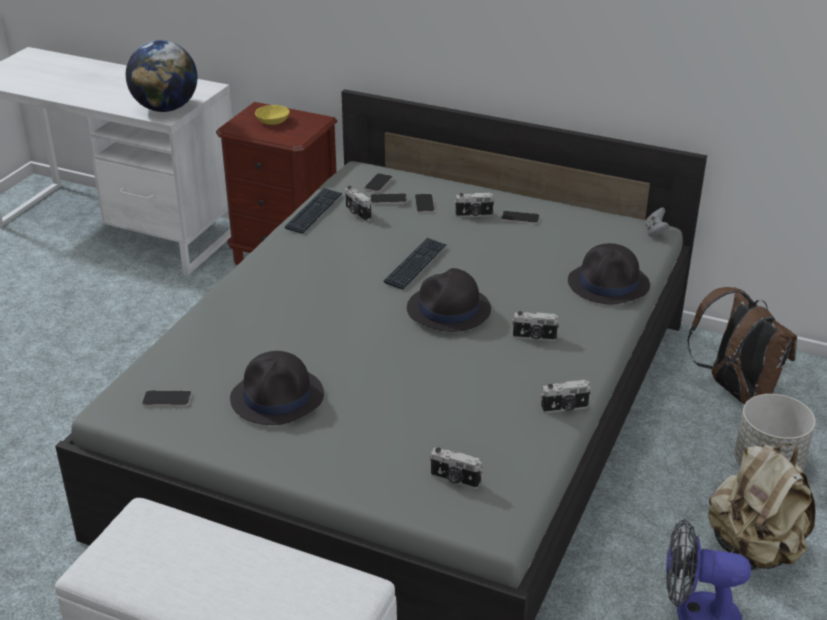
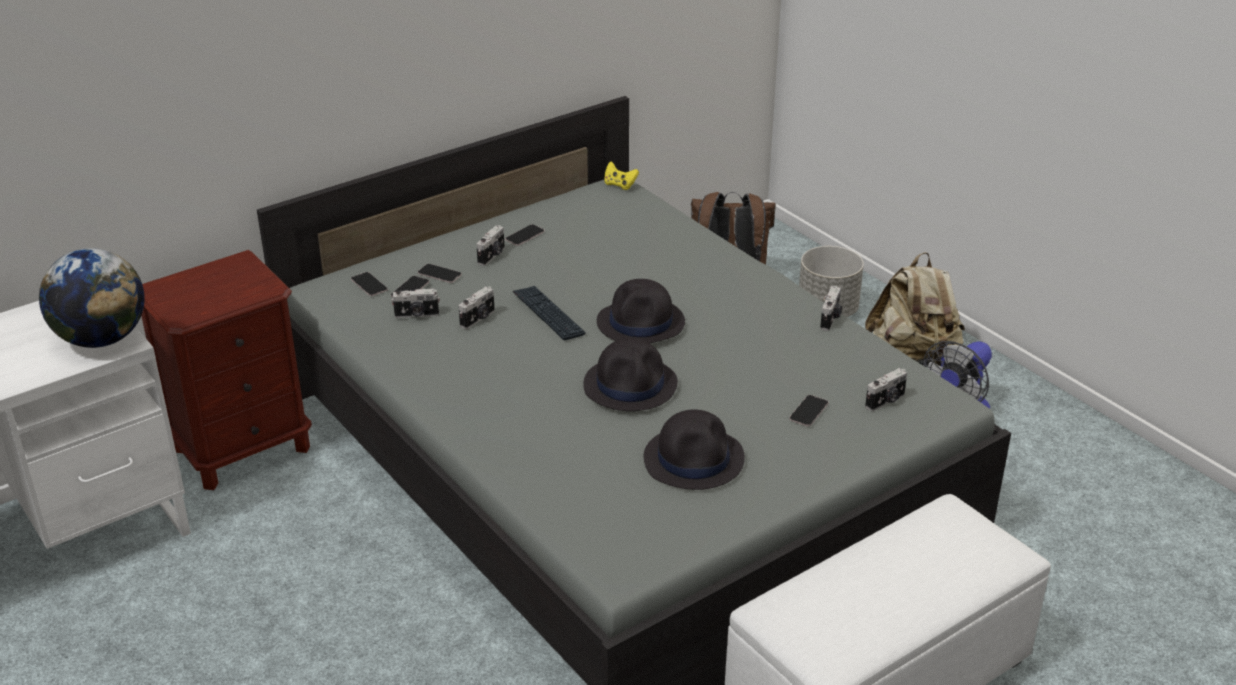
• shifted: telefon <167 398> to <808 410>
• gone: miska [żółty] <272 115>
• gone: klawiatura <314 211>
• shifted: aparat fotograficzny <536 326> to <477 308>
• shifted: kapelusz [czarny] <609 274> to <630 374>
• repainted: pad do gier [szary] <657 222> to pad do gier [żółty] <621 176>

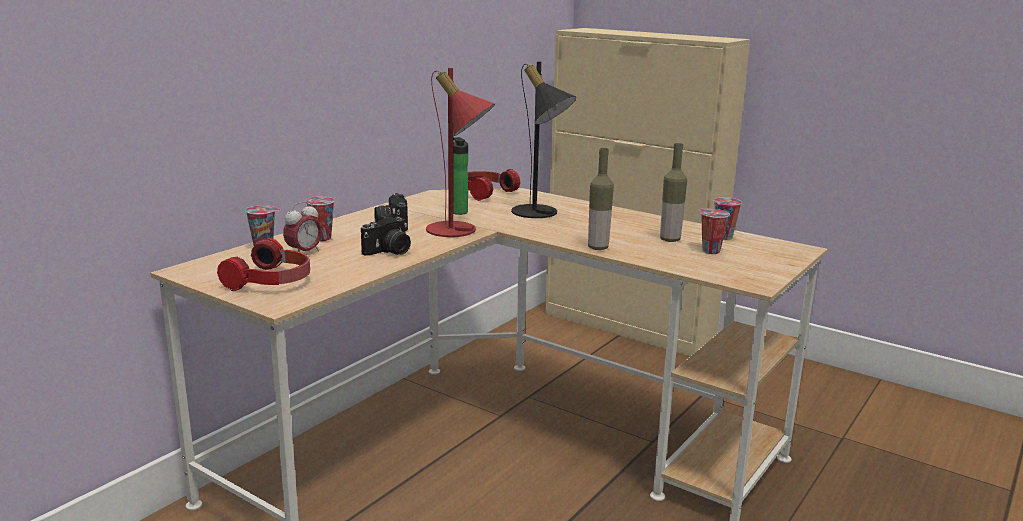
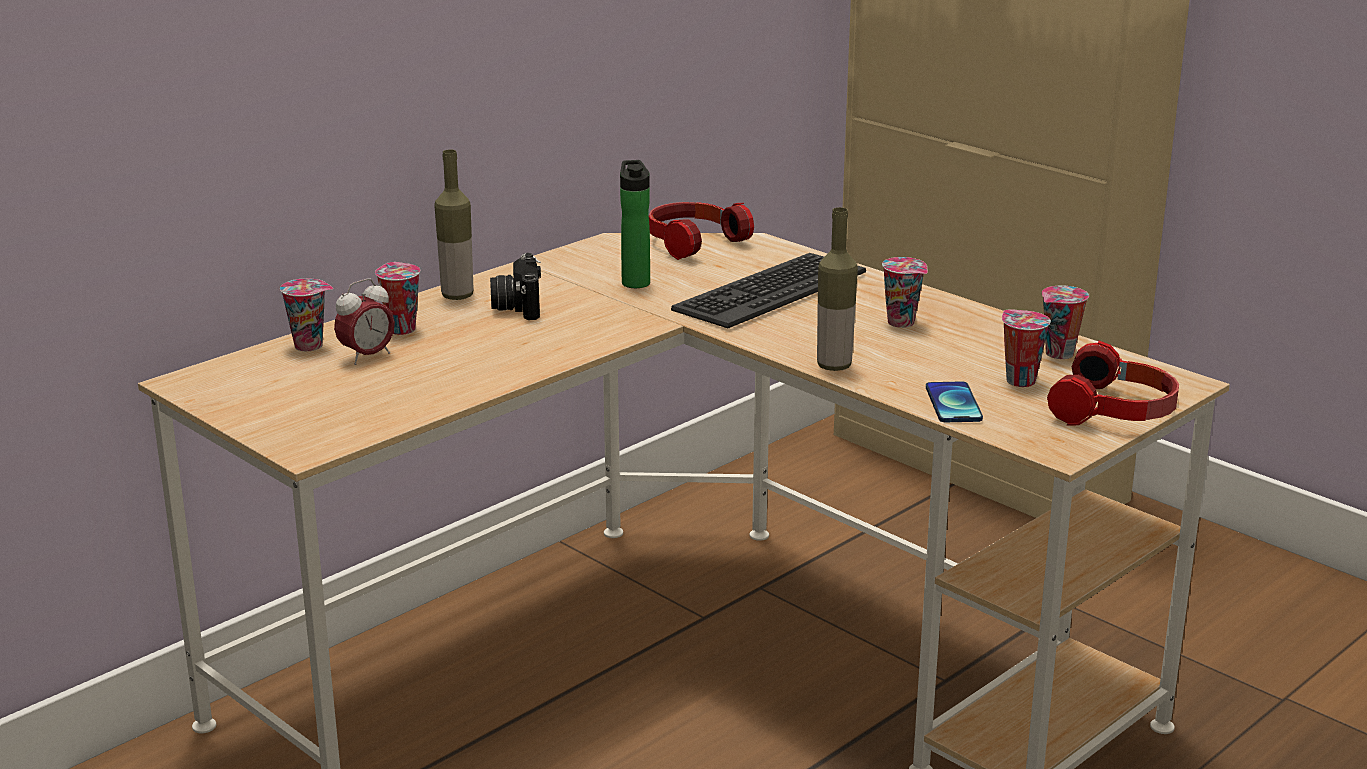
• shifted: słuchawki <263 264> to <1113 383>
• gone: aparat fotograficzny <386 235>
• gone: lampa stołowa [czerwony] <460 152>
• swapped: lampa stołowa [czarny] <543 140> to klawiatura <768 290>
• shifted: butelka <673 192> to <454 224>
• new: filiżanka <905 292>
• new: telefon <954 401>

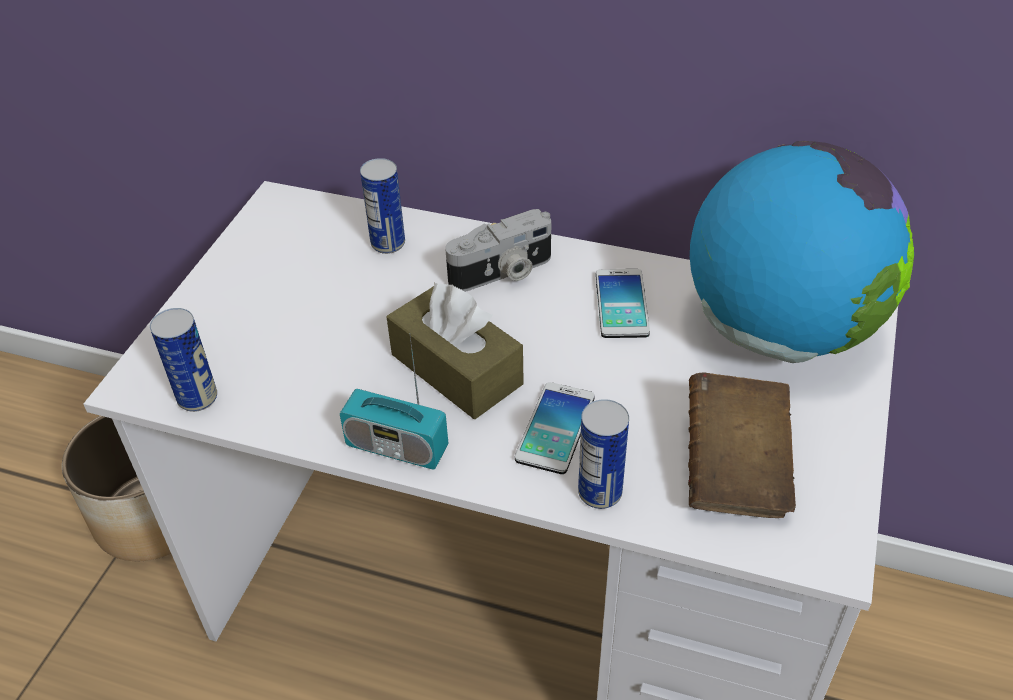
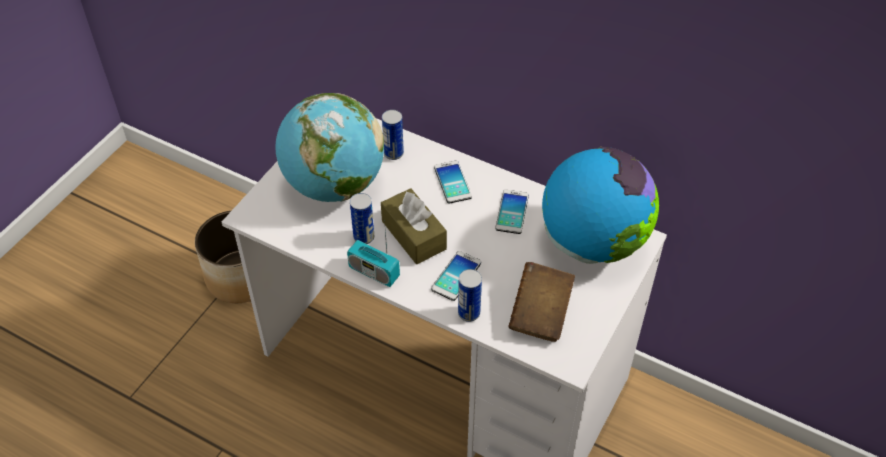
• shifted: puszka <183 360> to <362 218>
• swapped: aparat fotograficzny <498 250> to telefon <453 182>
• new: globus <329 147>

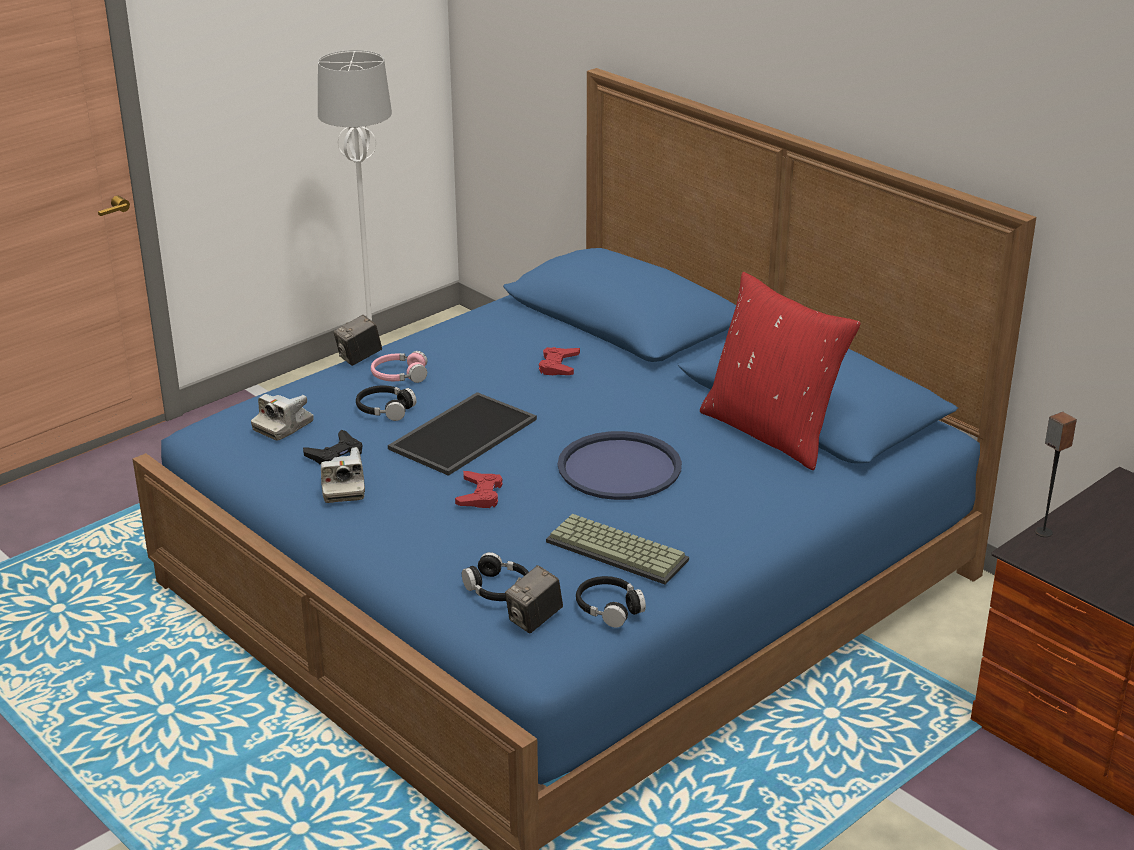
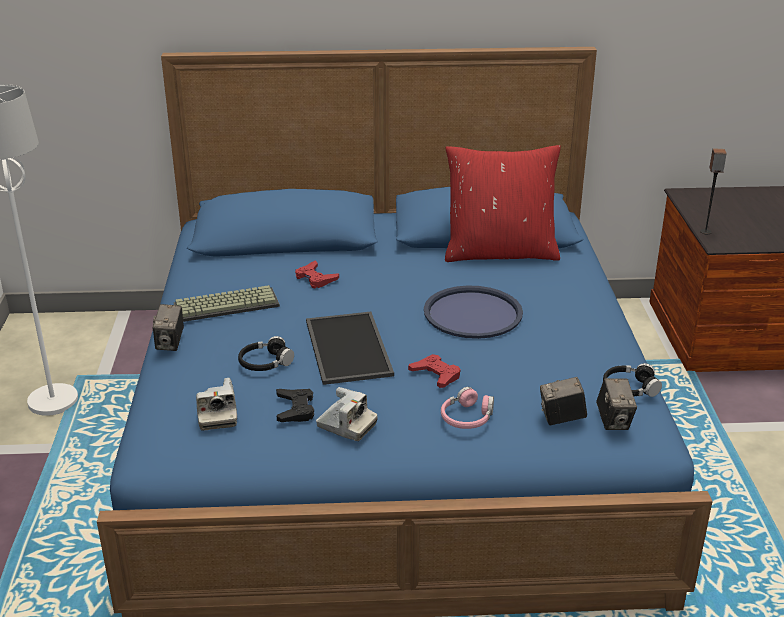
• shifted: słuchawki [różowy] <399 367> to <467 408>
• swapped: słuchawki [czarny] <495 576> to aparat fotograficzny <563 401>
• shifted: klawiatura <617 549> to <227 303>

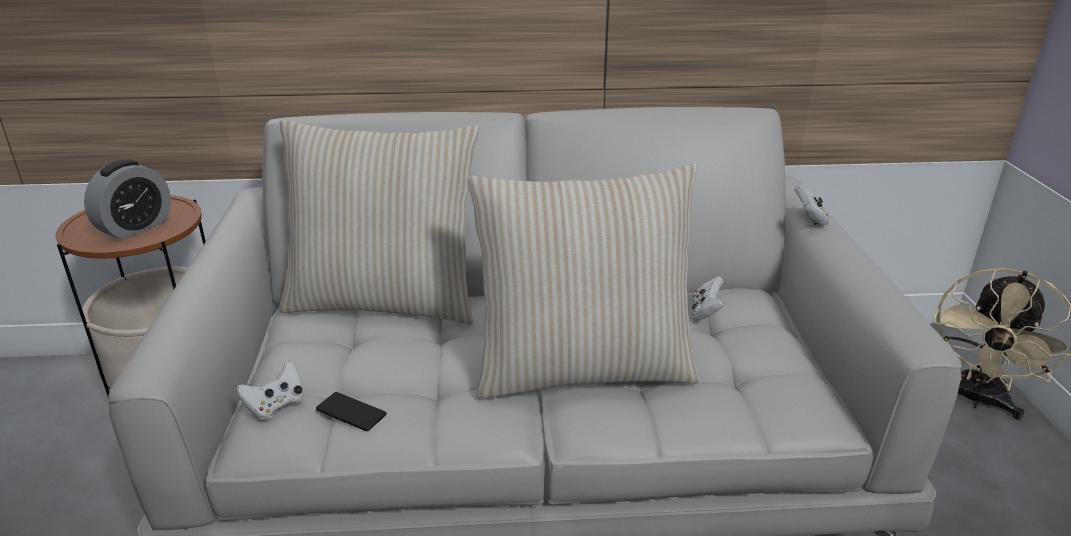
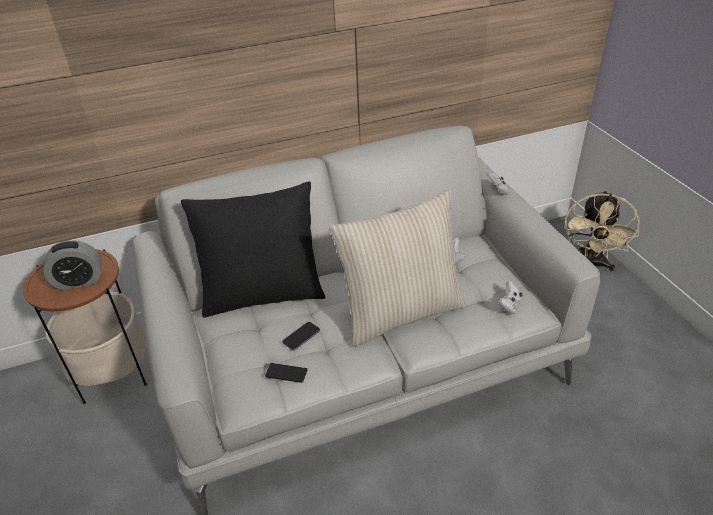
• rotated: budzik <127 200> = <72 265> 60 degrees clockwise
• shifted: pad do gier [biały] <270 390> to <510 297>
• repainted: poduszka [beżowy] <379 222> to poduszka [czarny] <253 249>
• new: telefon <301 336>

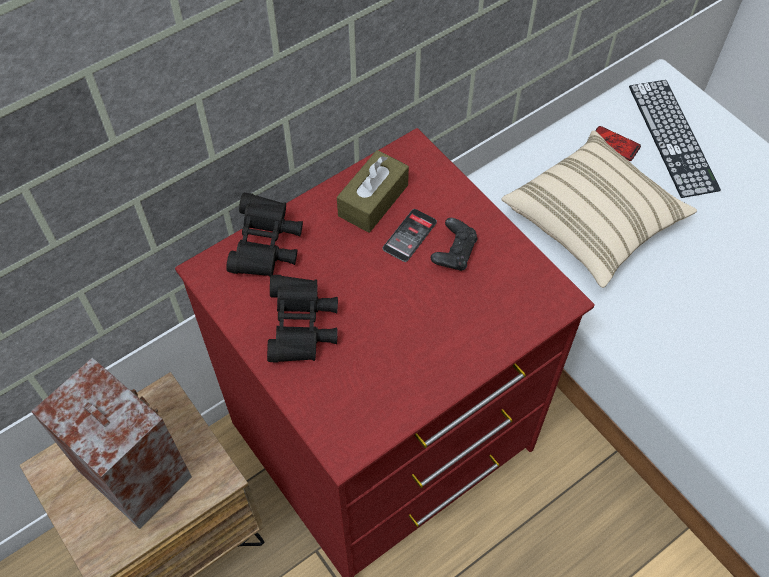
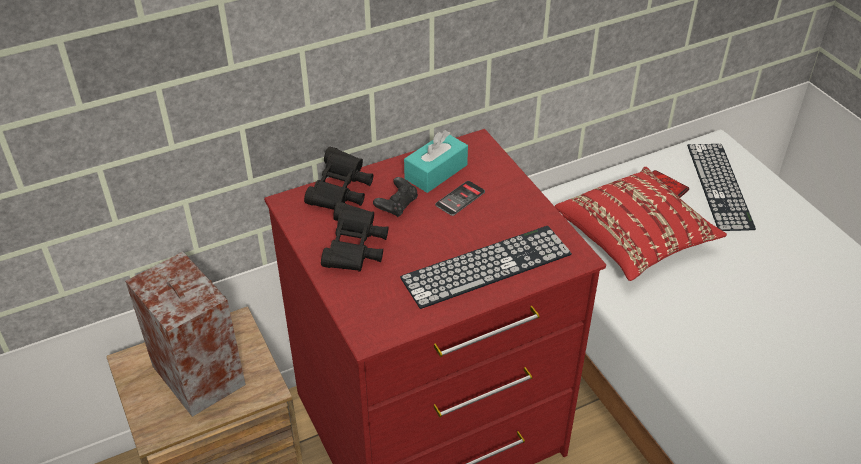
• repainted: pudełko chusteczek [brązowy] <373 191> to pudełko chusteczek [turkusowy] <436 161>
• shifted: pad do gier [czarny] <454 244> to <395 197>
• repainted: poduszka [beżowy] <599 209> to poduszka [czerwony] <641 224>
• new: klawiatura <486 267>

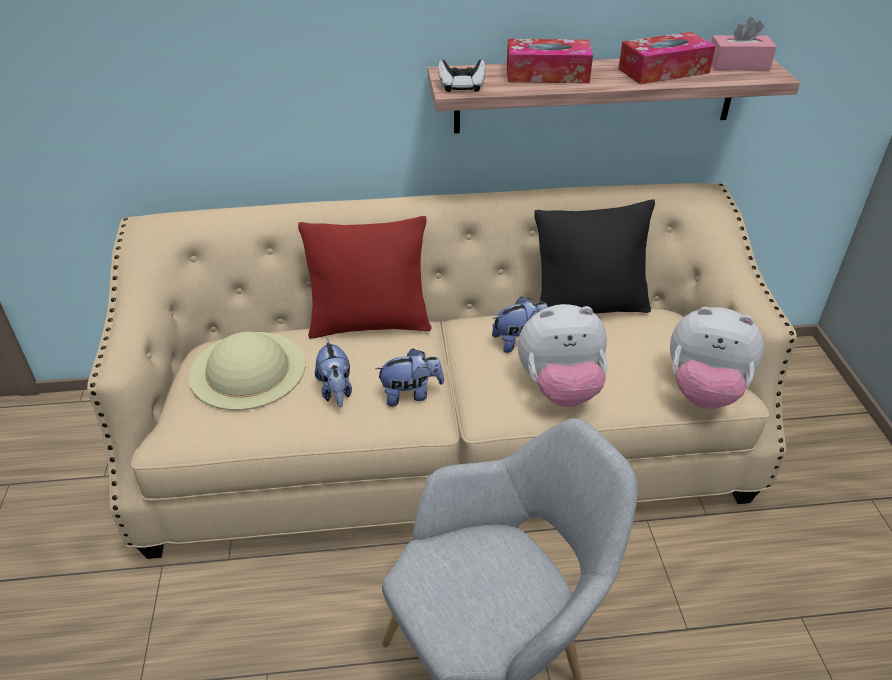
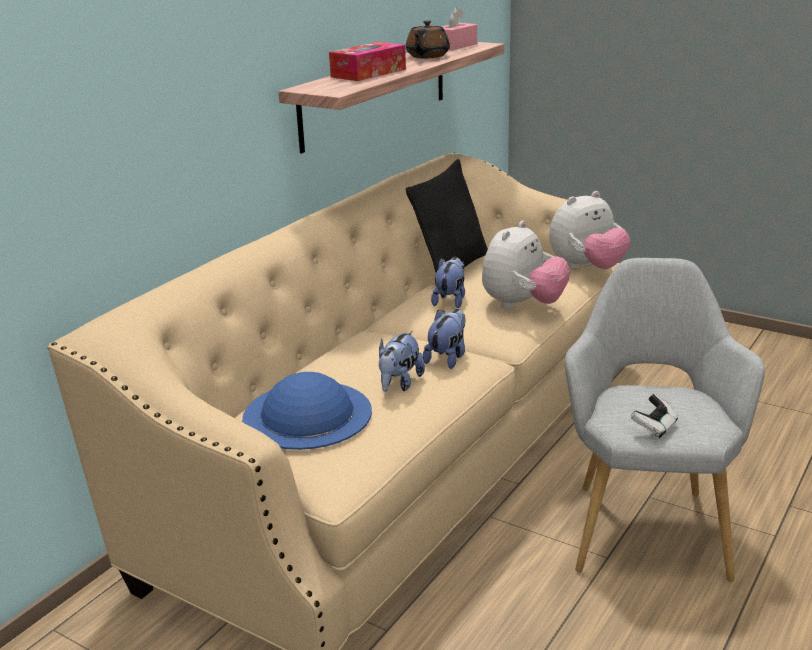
• repainted: kapelusz [beżowy] <247 371> to kapelusz [niebieski] <307 411>
• gone: poduszka [czerwony] <365 277>
• rotated: pluszak <333 373> = <402 361> 90 degrees clockwise
• shifted: pad do gier <462 75> to <654 416>
• swapped: pudełko chusteczek <667 58> to imbryk [brązowy] <428 39>

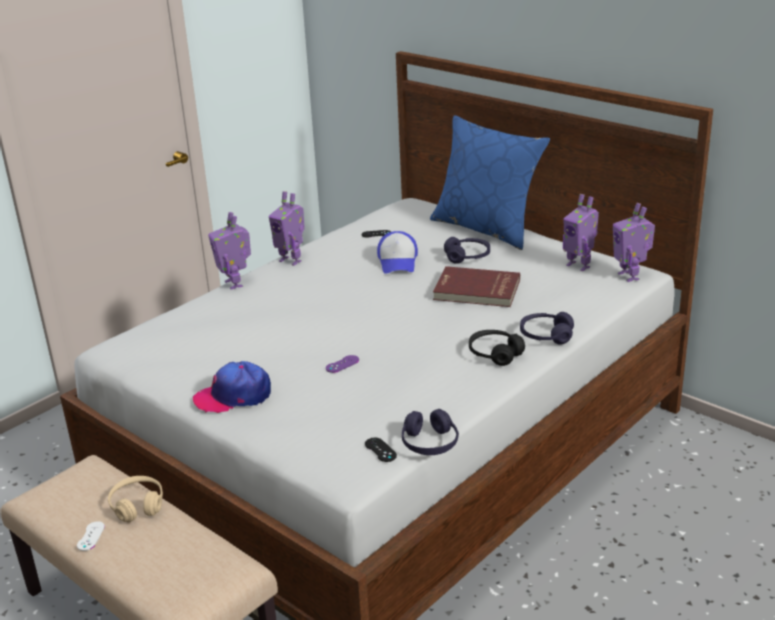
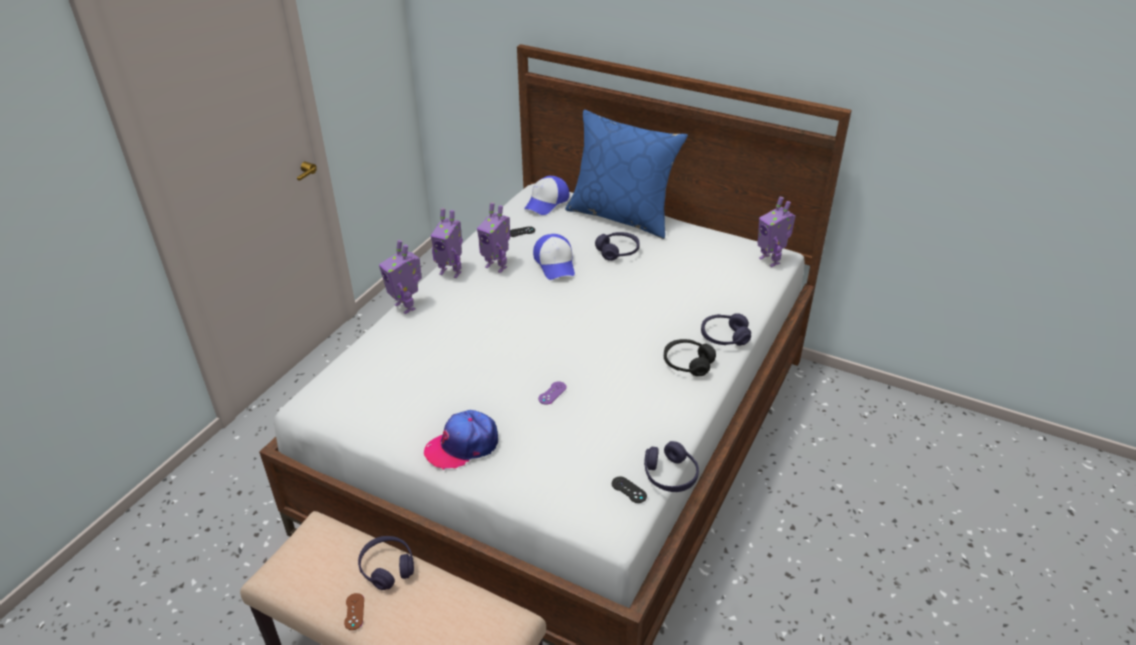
• repainted: pad do gier [biały] <91 536> to pad do gier [brązowy] <354 611>
• repainted: słuchawki [beżowy] <135 499> to słuchawki [fioletowy] <386 563>
• gone: książka [czerwony] <476 286>
• shifted: robot zabawkowy <581 232> to <493 238>
• new: czapka z daszkiem <546 195>

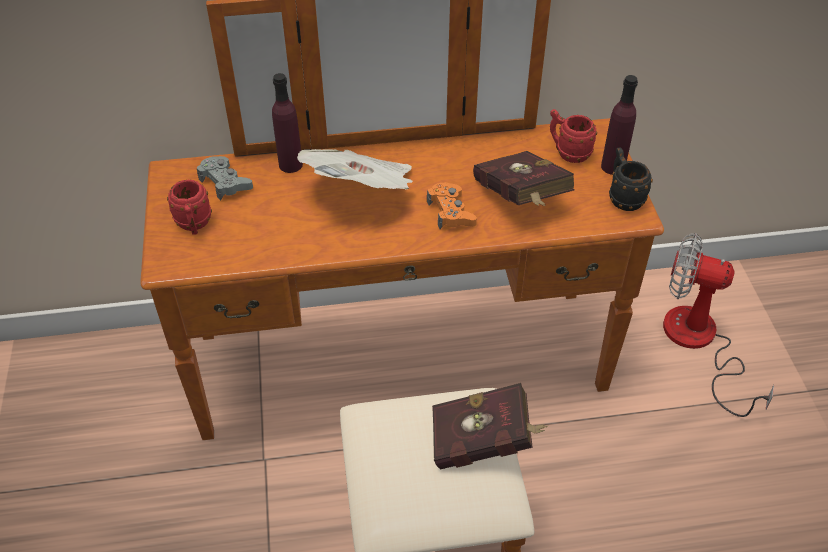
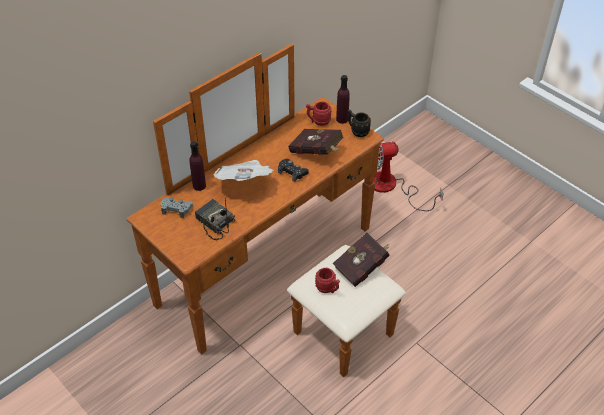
• shifted: kubek [czerwony] <189 207> to <327 280>
• repainted: pad do gier [pomarańczowy] <452 205> to pad do gier [czarny] <293 170>
• new: radio <215 219>

